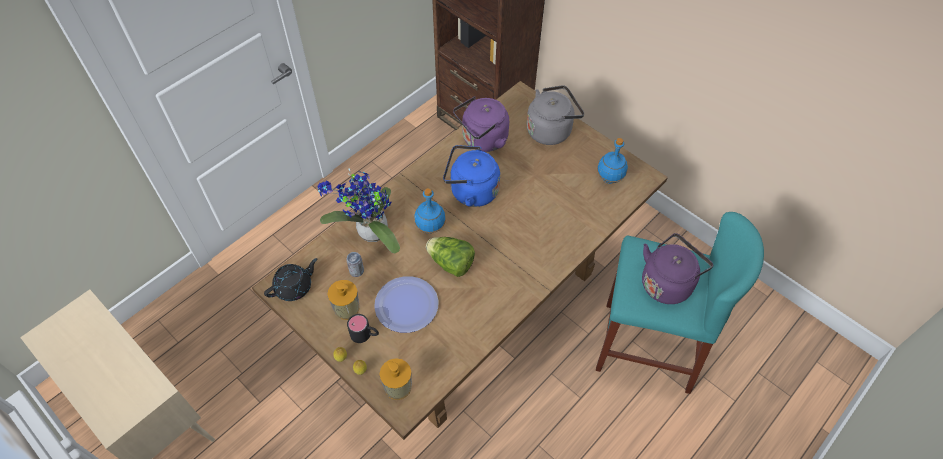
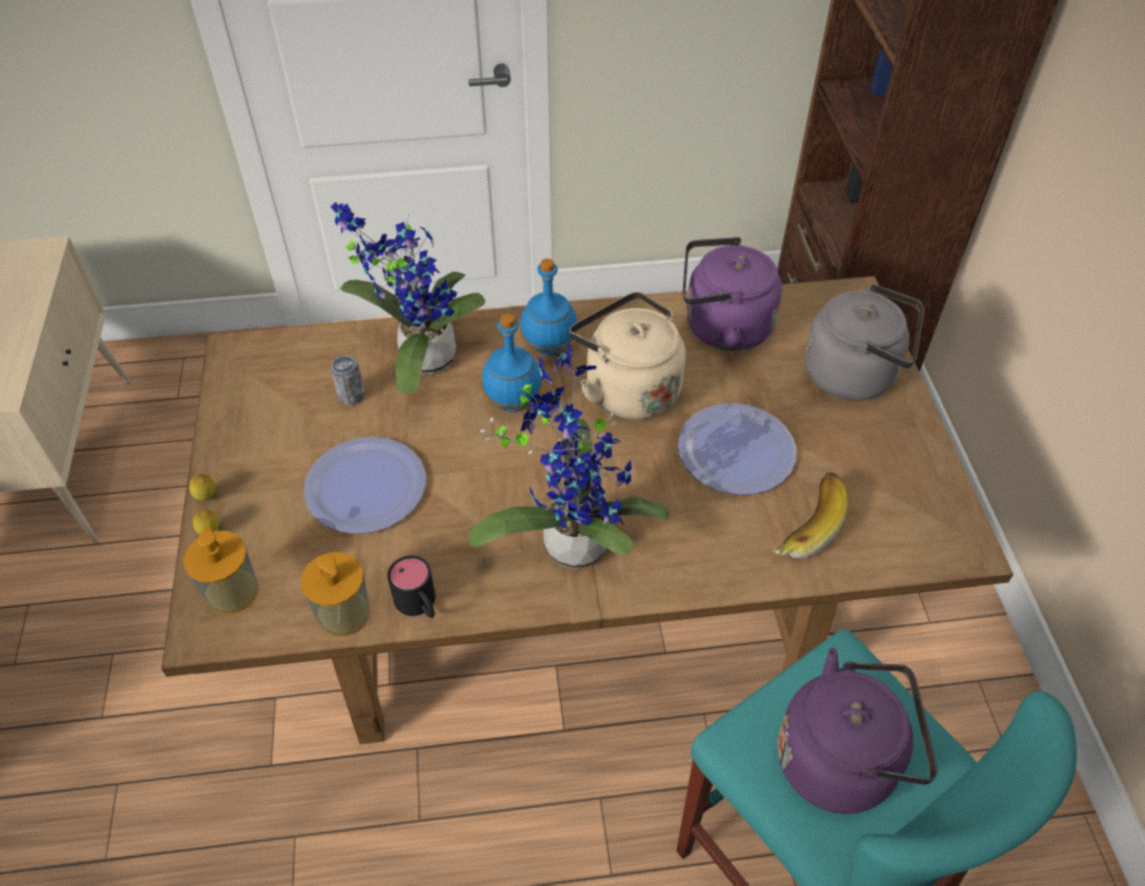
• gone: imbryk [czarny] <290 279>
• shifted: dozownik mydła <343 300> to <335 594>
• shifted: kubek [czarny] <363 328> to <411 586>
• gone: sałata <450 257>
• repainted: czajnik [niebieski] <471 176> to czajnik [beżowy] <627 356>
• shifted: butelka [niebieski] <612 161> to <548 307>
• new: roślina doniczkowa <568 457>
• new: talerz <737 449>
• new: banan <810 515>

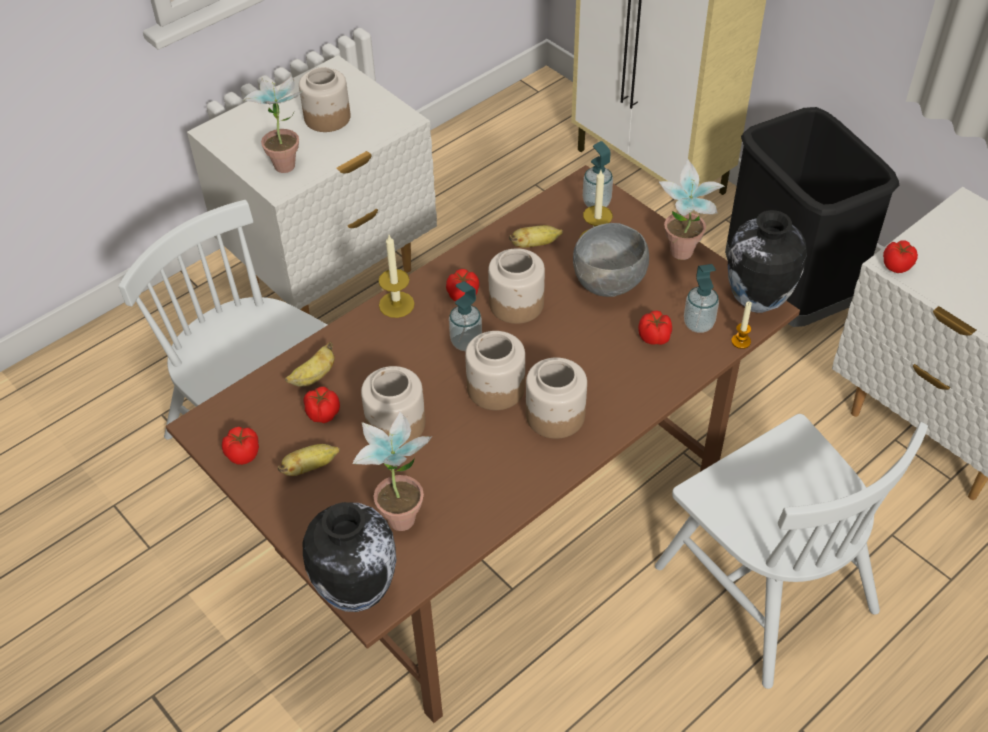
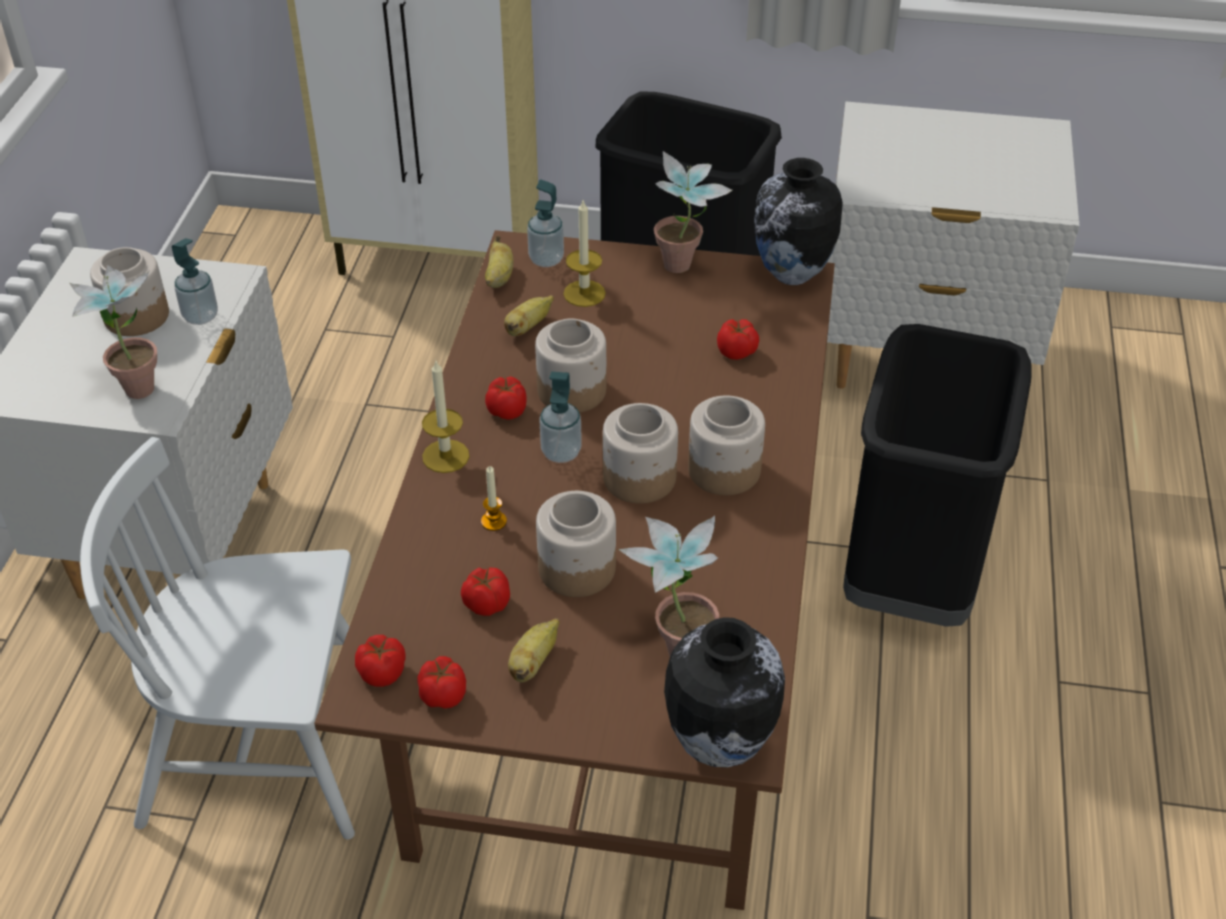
• shifted: banan <310 364> to <499 262>
• gone: miska [szary] <611 260>
• swapped: krzesło [biały] <791 551> to kosz na śmieci [czarny] <937 475>
• shifted: dozownik mydła <701 298> to <195 281>
• shifted: świeca <741 325> to <494 498>
• shifted: pomidor <900 257> to <380 661>

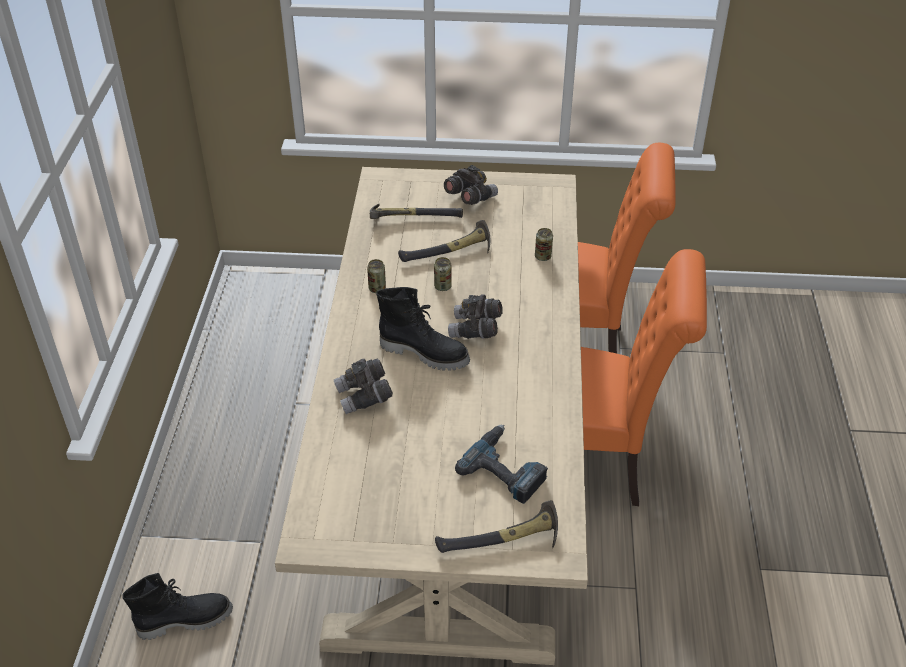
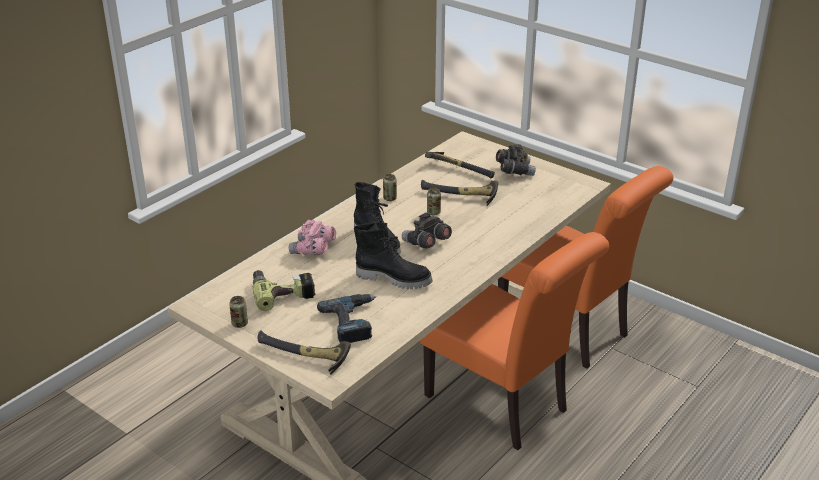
• shifted: but z cholewką [czarny] <177 606> to <393 255>
• repainted: lornetka [szary] <363 386> to lornetka [różowy] <312 237>
• shifted: puszka <544 244> to <238 312>
• new: wiertarka <284 290>

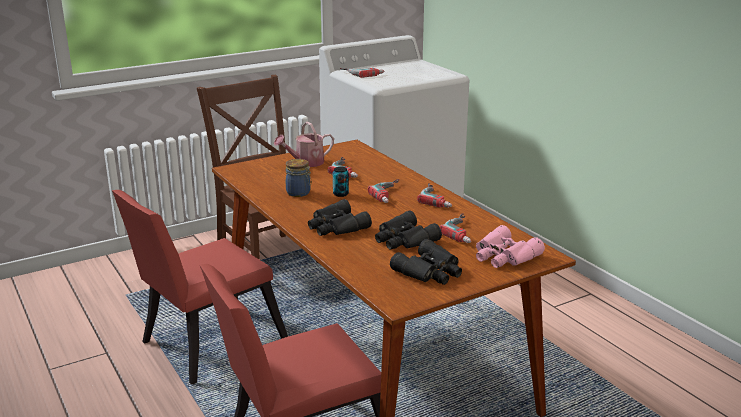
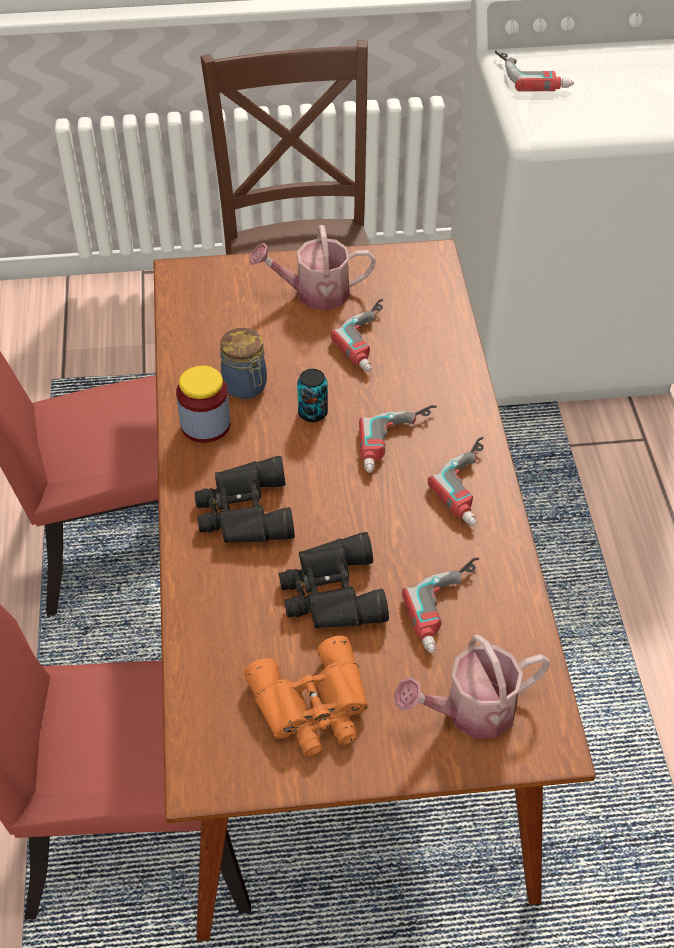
• repainted: lornetka [czarny] <426 262> to lornetka [pomarańczowy] <306 696>
• swapped: lornetka [różowy] <510 246> to konewka <472 686>
• new: słoik <203 404>

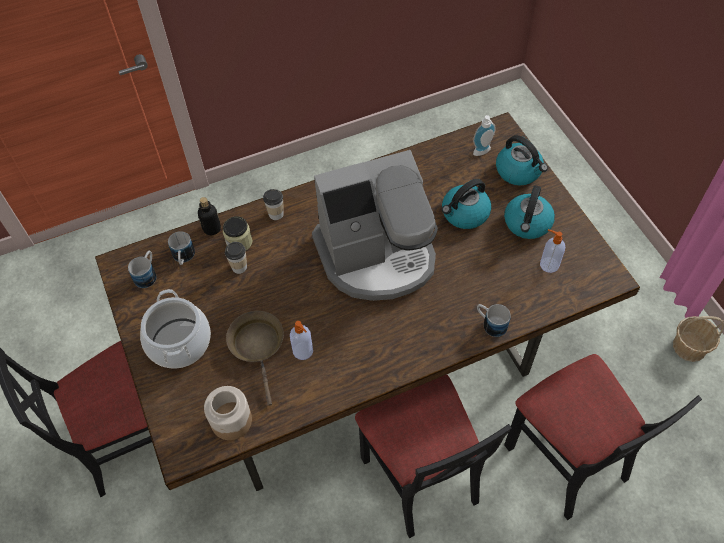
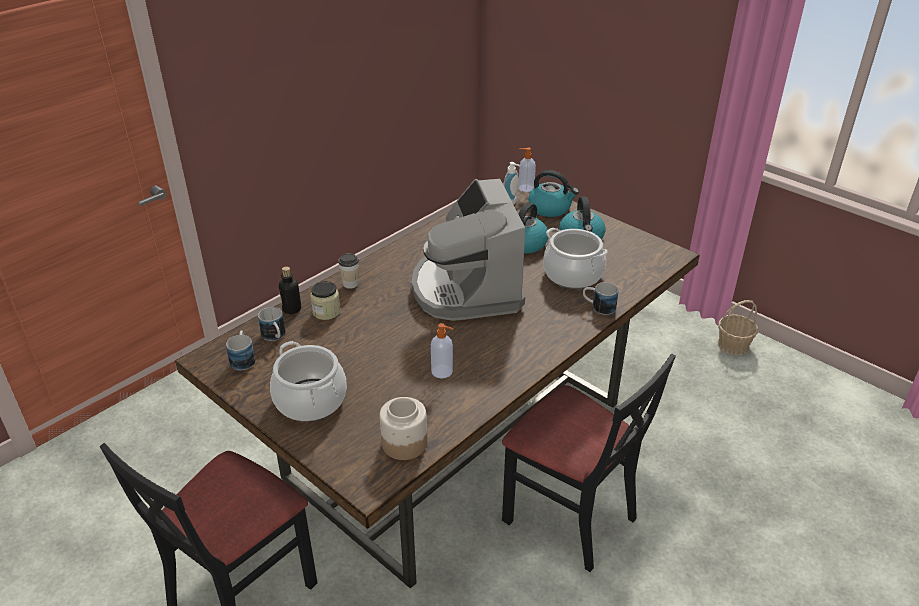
• gone: filiżanka <236 258>
• gone: patelnia [brązowy] <255 358>
• rotated: ekspres do kawy <375 225> = <468 250> 120 degrees clockwise
• gone: krzesło [czarny] <603 437>
• shifted: dozownik mydła <552 251> to <527 170>
• new: garnek <575 258>

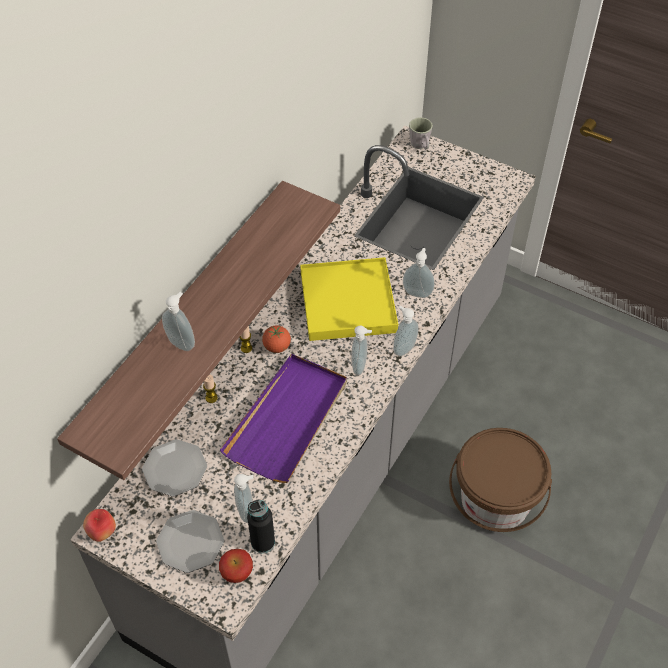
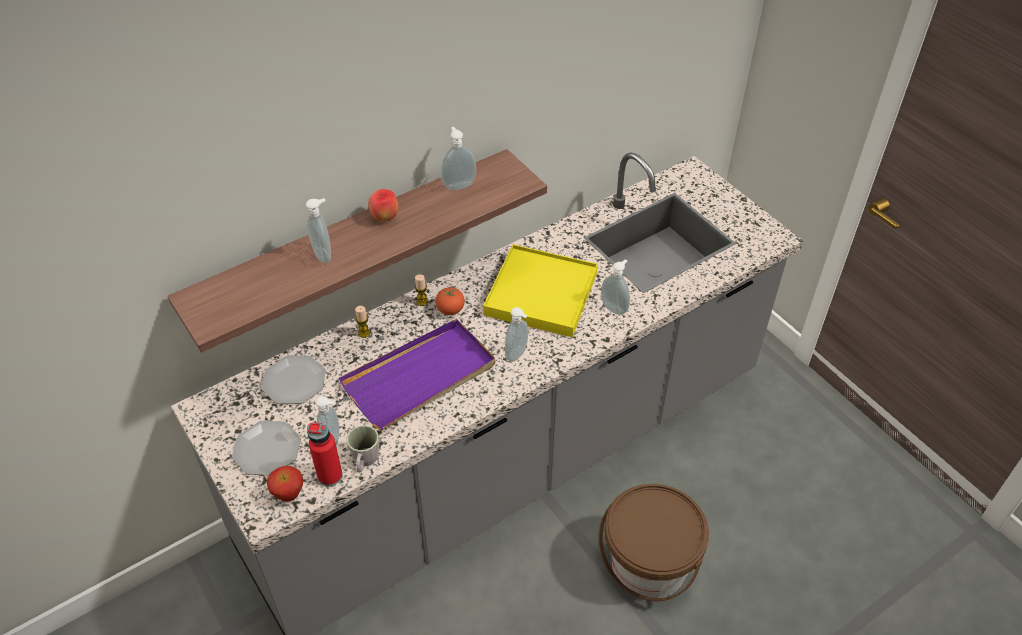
• shifted: jabłko <99 525> to <383 205>
• repainted: butelka [czarny] <261 526> to butelka [czerwony] <324 454>
• shifted: dozownik mydła <406 331> to <458 158>
• shifted: kubek [szary] <421 133> to <362 448>

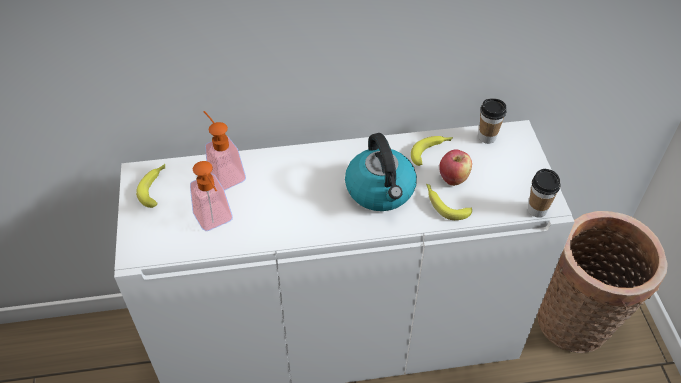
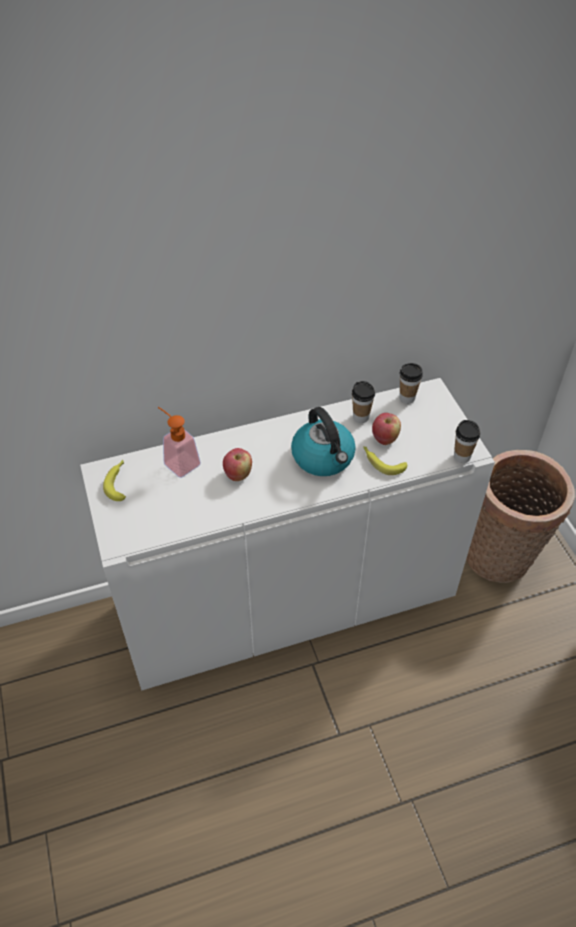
• gone: dozownik mydła <211 196>
• swapped: banan <432 151> to filiżanka <363 402>
• new: jabłko <237 464>

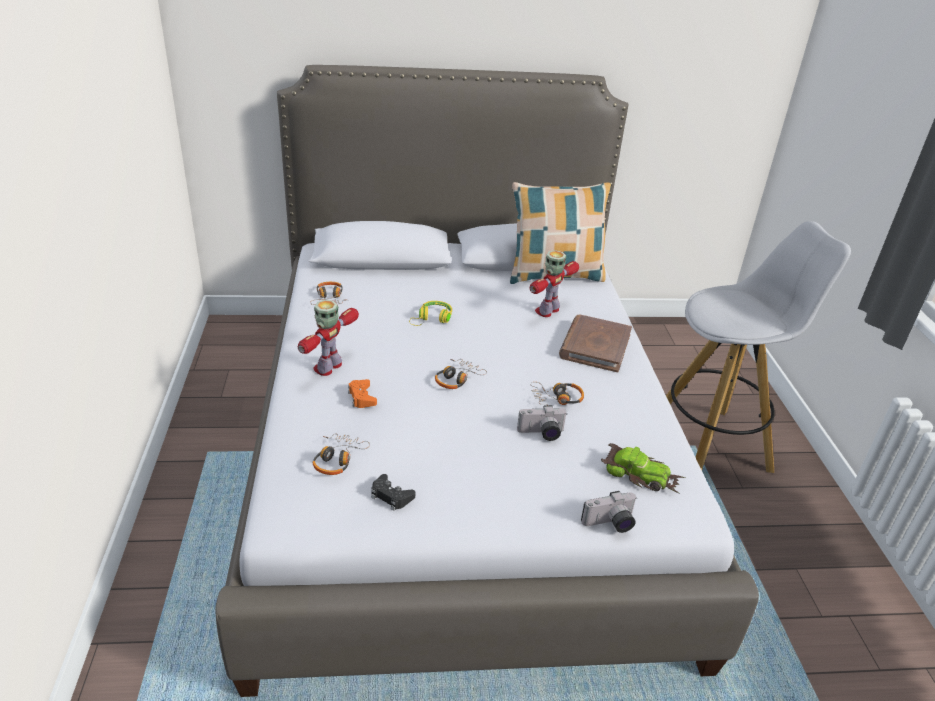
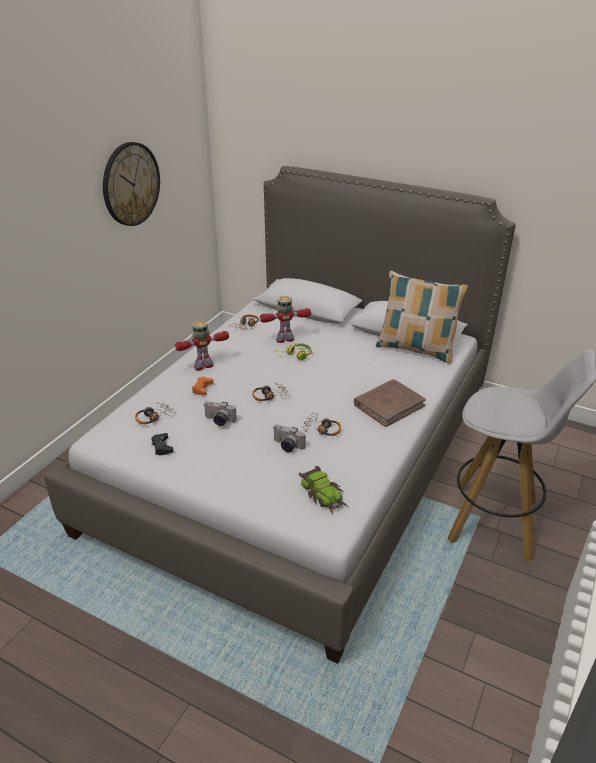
• shifted: robot zabawkowy <554 283> to <285 319>
• shifted: aparat fotograficzny <608 512> to <220 413>
• new: zegar ścienny <131 184>

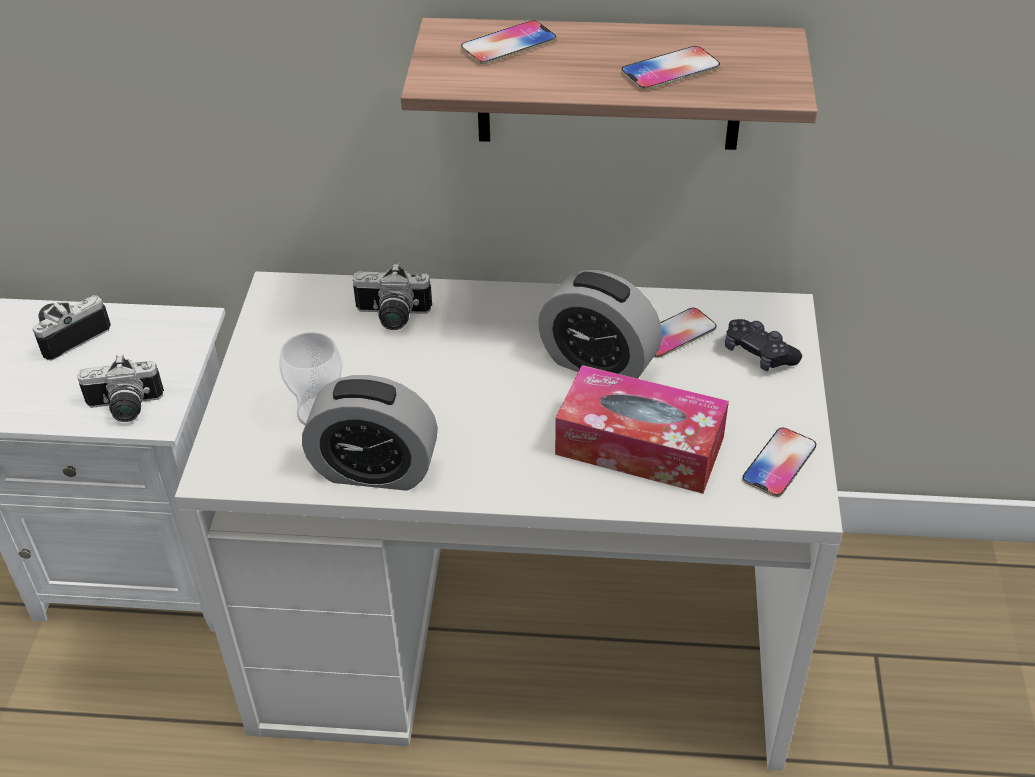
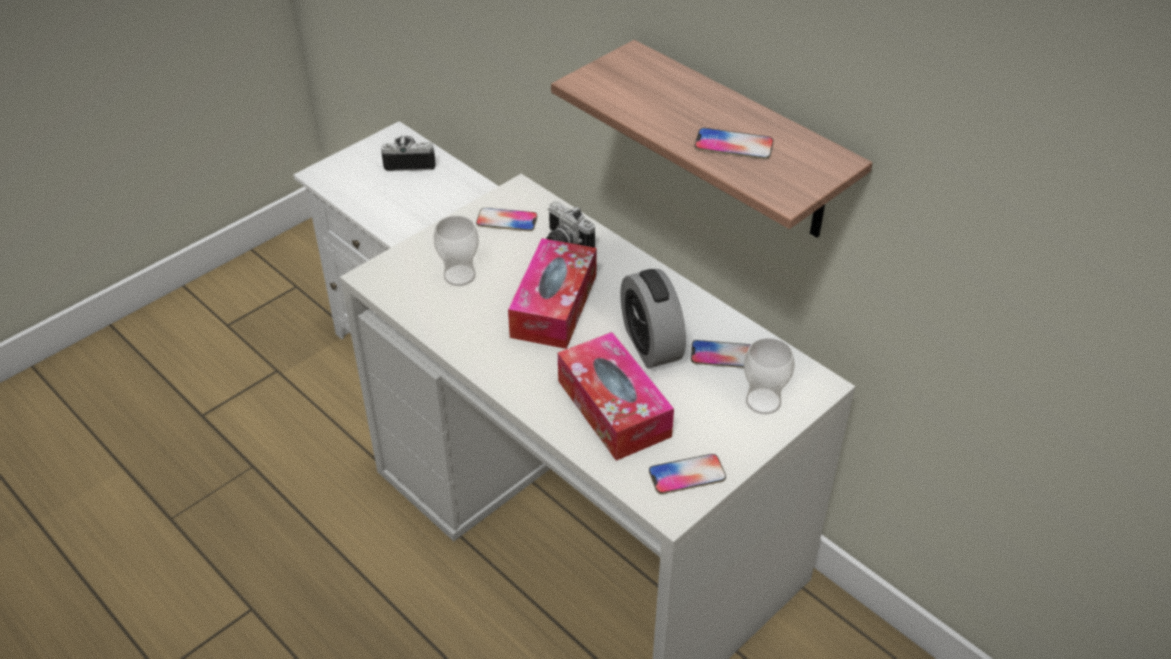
• gone: aparat fotograficzny <120 388>
• gone: budzik <370 433>
• shifted: telefon <508 42> to <507 219>
• swapped: pad do gier [czarny] <763 345> to filiżanka <769 376>
• new: pudełko chusteczek <552 293>

